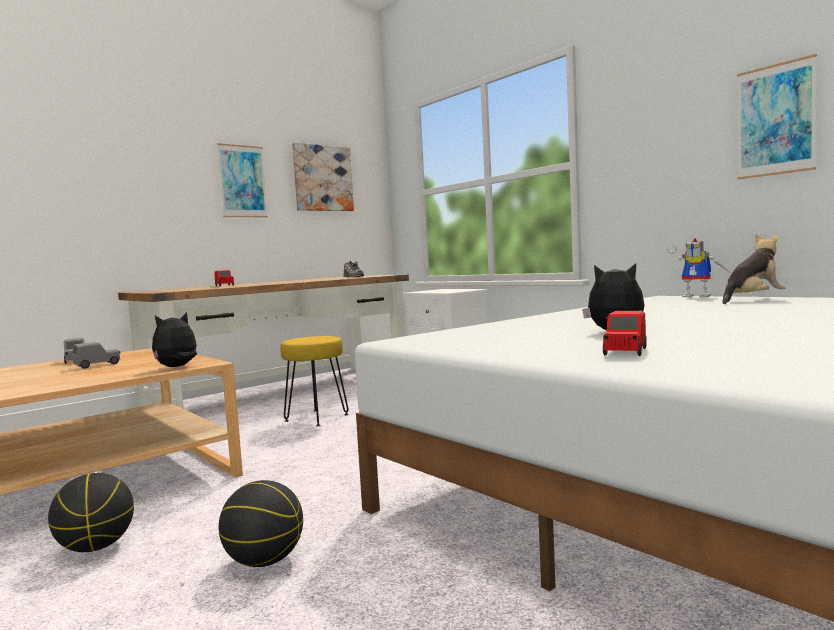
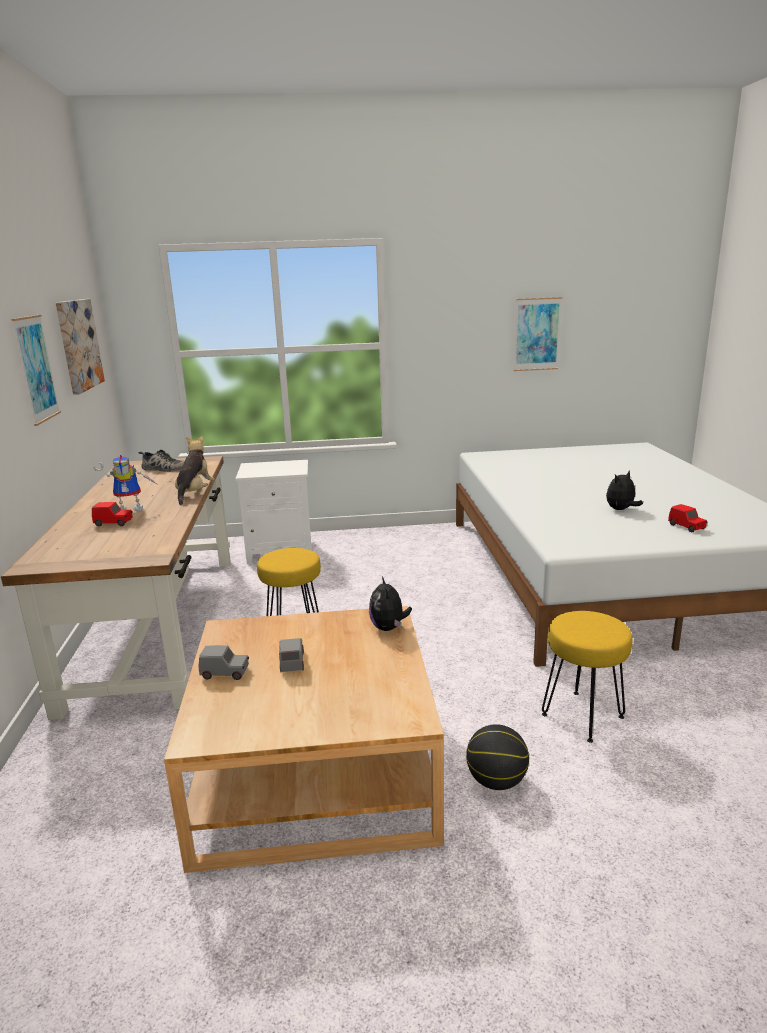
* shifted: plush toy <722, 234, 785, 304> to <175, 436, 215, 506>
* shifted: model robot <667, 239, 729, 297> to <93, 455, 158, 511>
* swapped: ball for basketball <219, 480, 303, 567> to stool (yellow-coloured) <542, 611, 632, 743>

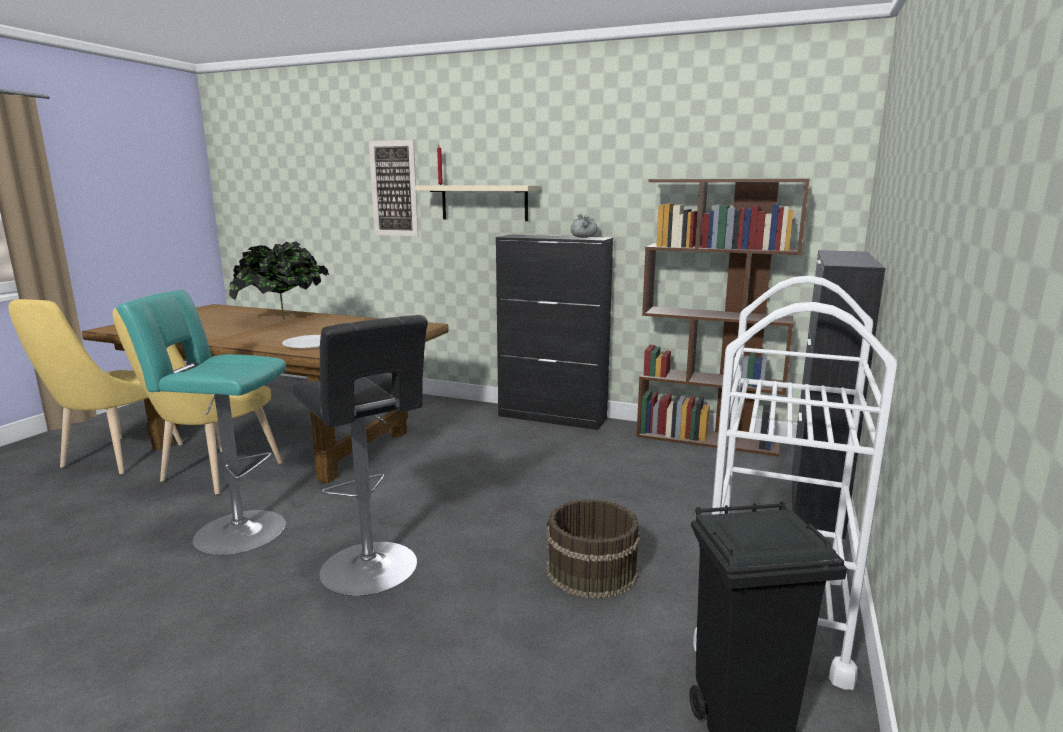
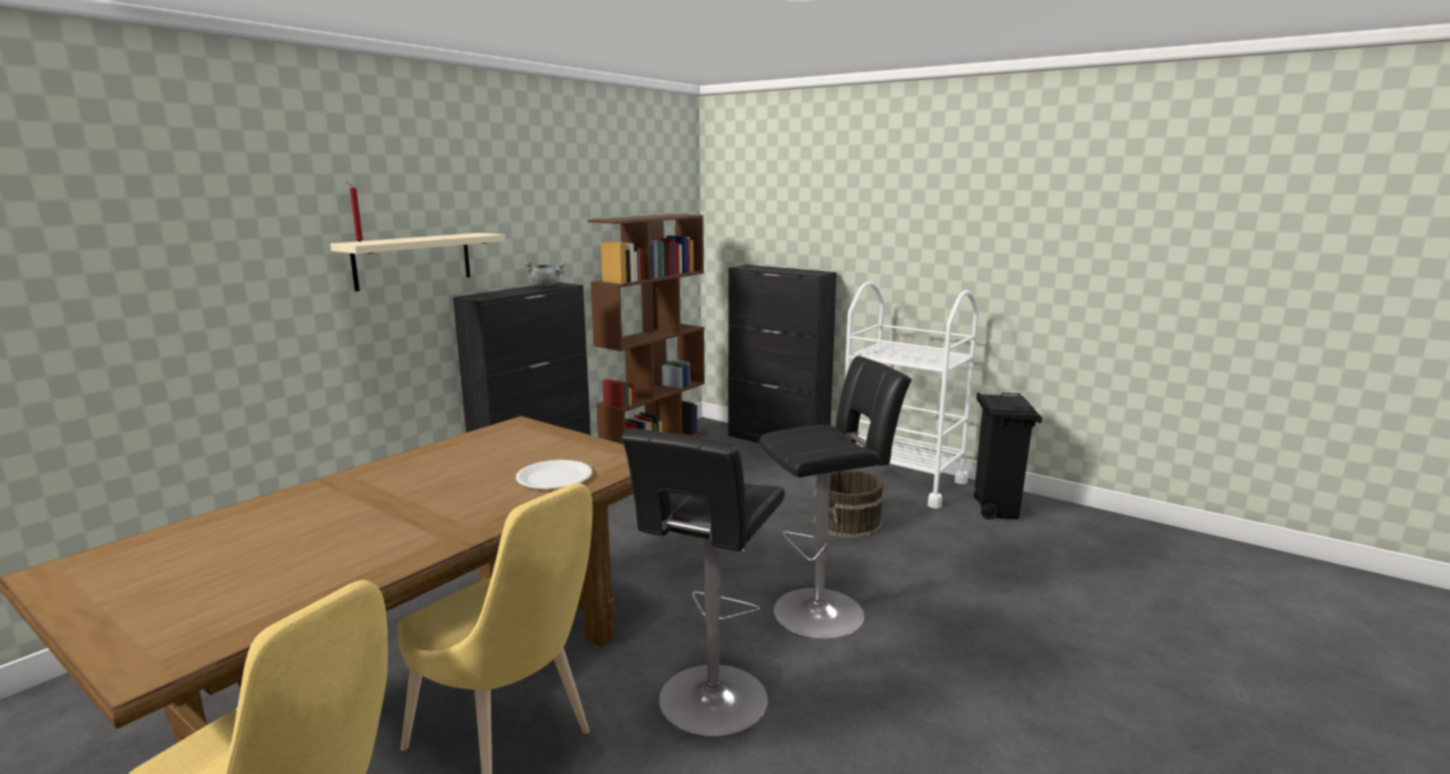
* gone: picture <369, 140, 418, 236>
* gone: houseplant <229, 241, 329, 319>
* repainted: stool (turquoise-coloured) <116, 290, 286, 556> to stool (black-coloured) <622, 429, 785, 737>

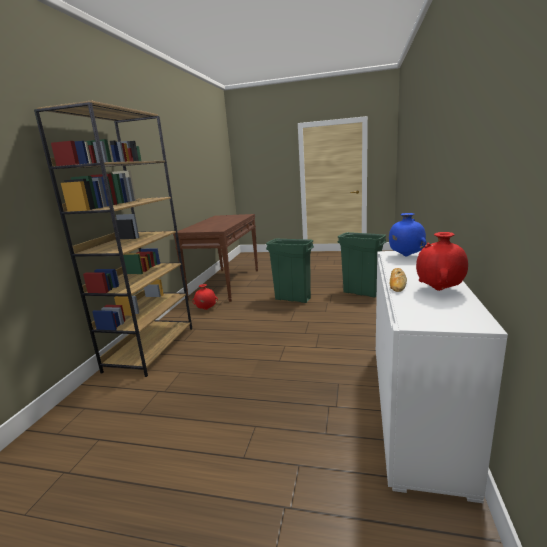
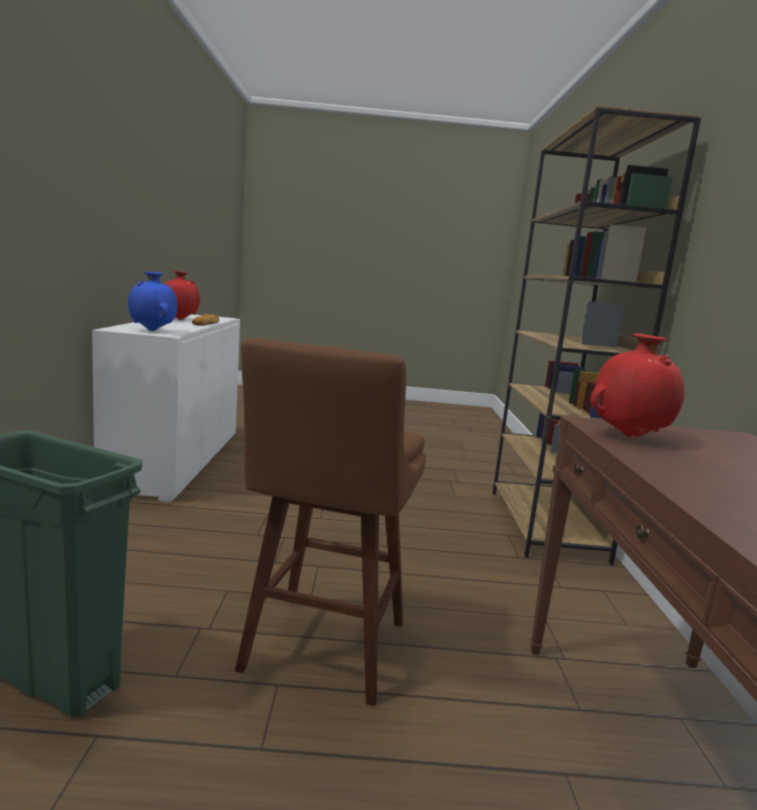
* swapped: trash can (green-coloured) <266, 239, 314, 303> to stool (brown) <235, 338, 426, 706>
* shifted: vase (red) <192, 284, 218, 310> to <590, 333, 685, 438>

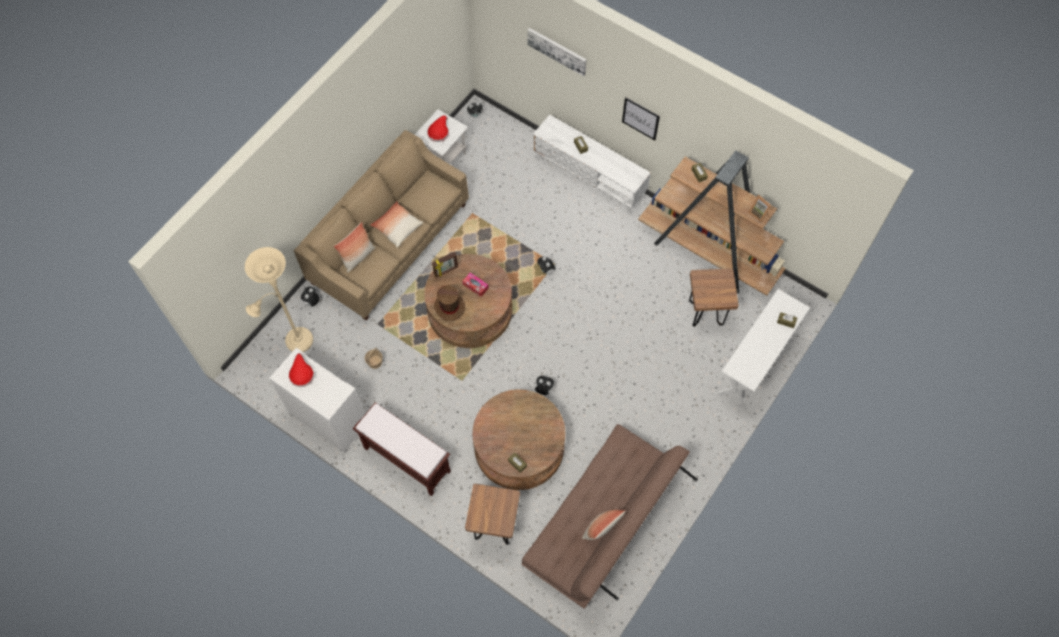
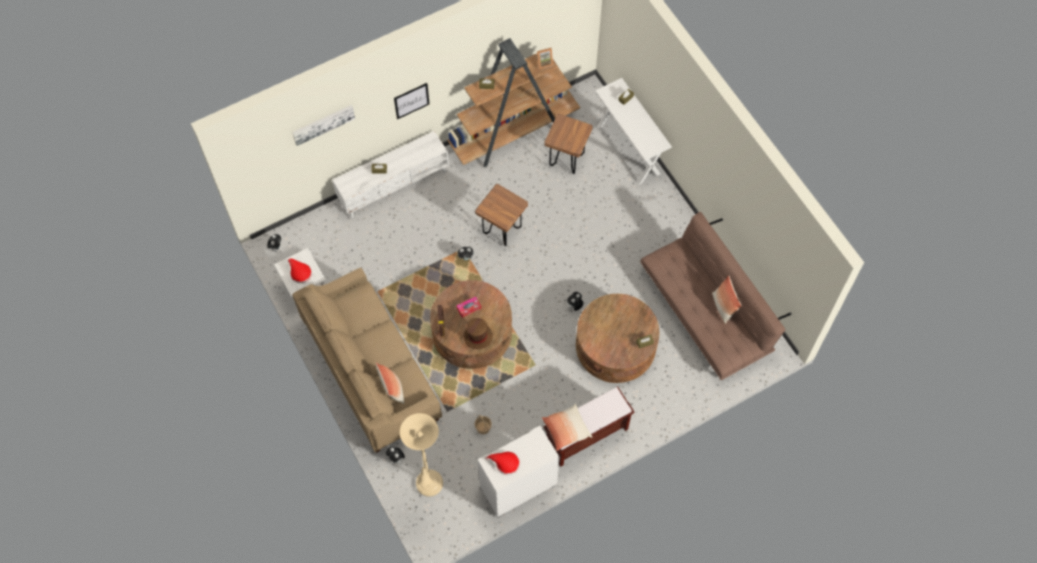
* shifted: throw pillow <370, 201, 423, 248> to <542, 404, 592, 451>
* shifted: stool (brown) <465, 484, 520, 545> to <475, 184, 528, 246>

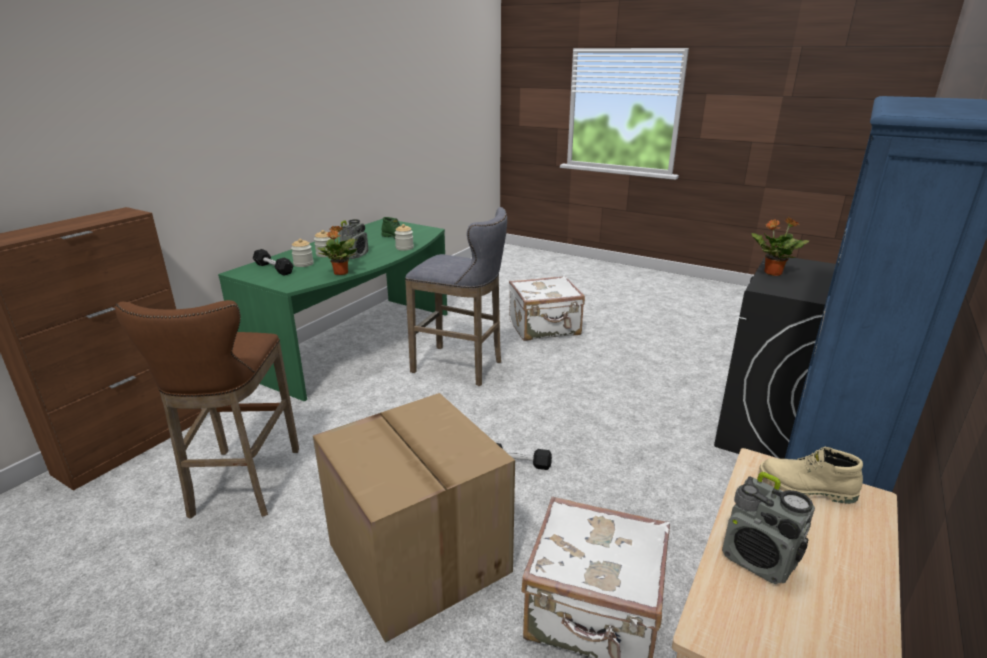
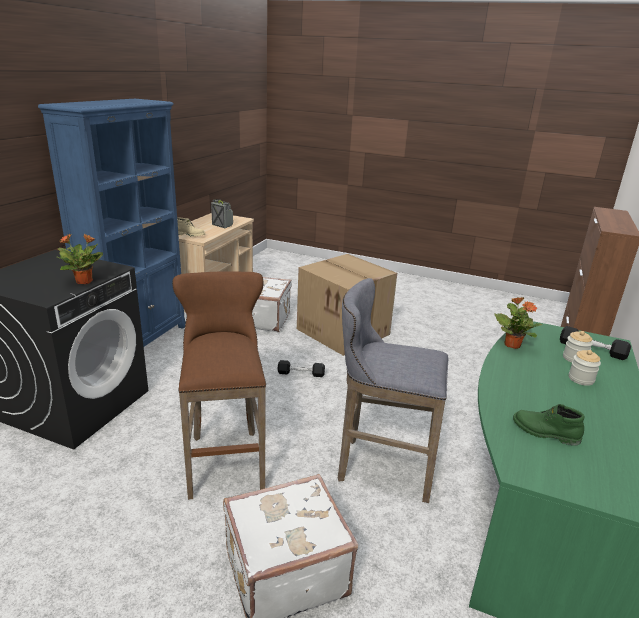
* gone: radio set <339, 219, 369, 259>
* gone: preserve jar <395, 224, 414, 251>
* shifted: stool (brown) <115, 300, 299, 519> to <172, 271, 266, 500>

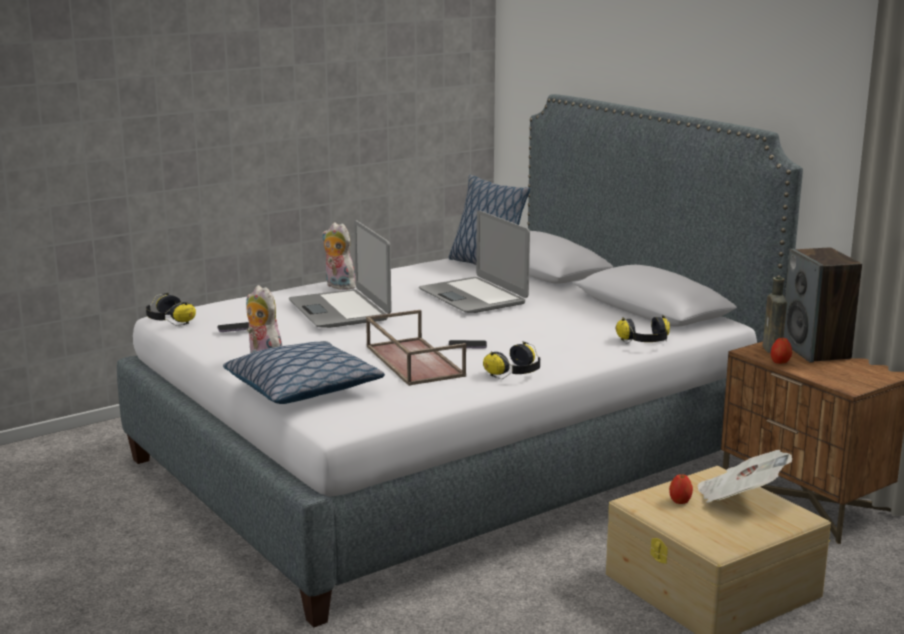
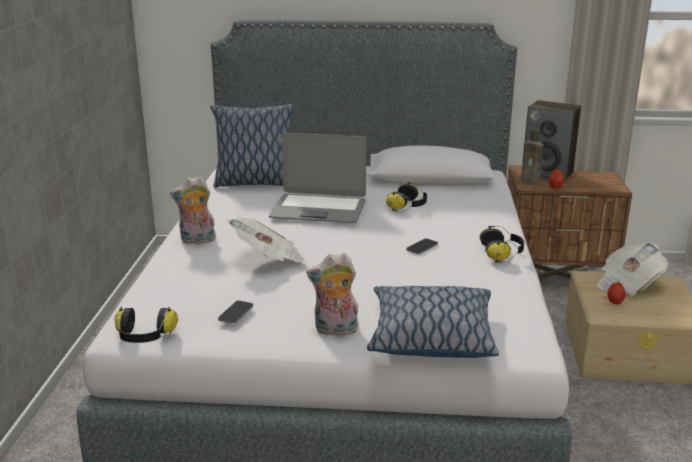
* swapped: laptop <289, 220, 392, 328> to daily paper <227, 218, 307, 263>
* gone: carrying tray (brown) <366, 310, 466, 386>
* shifted: headset <616, 315, 670, 344> to <386, 182, 427, 212>

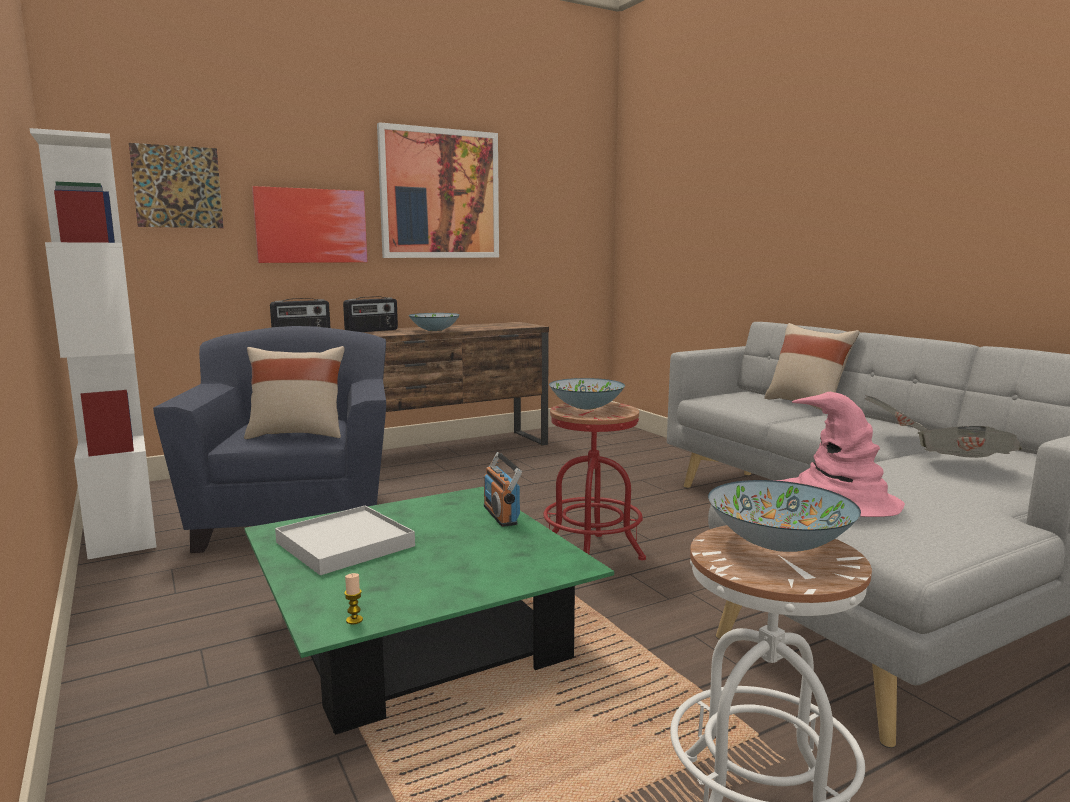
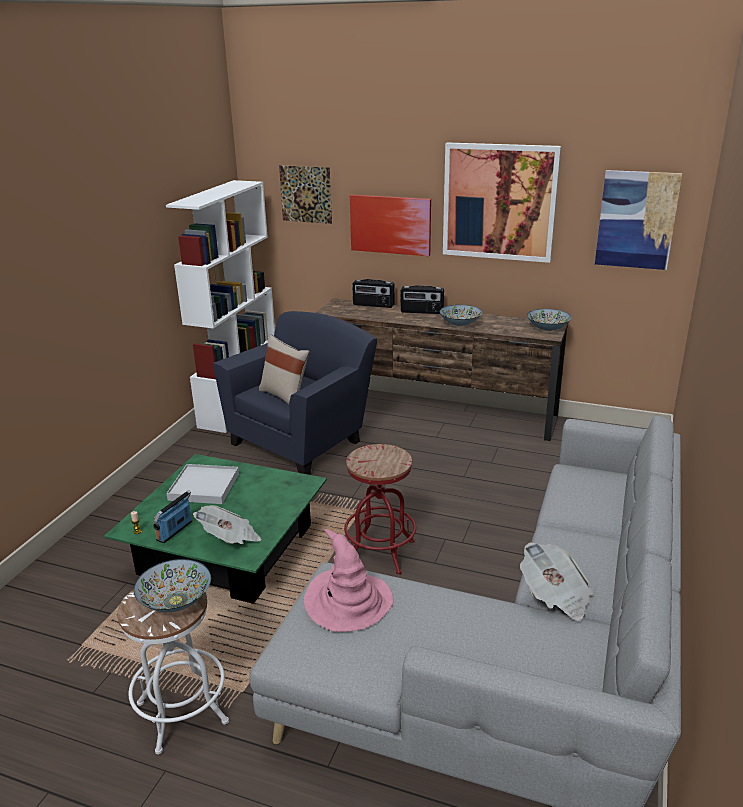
* gone: throw pillow (beige) <764, 323, 860, 410>
* shifted: bowl <549, 378, 625, 409> to <527, 309, 572, 331>
* shifted: daily paper <917, 426, 1022, 458> to <193, 505, 262, 544>
* shifted: radio set <484, 452, 522, 527> to <153, 490, 192, 543>
* new: picture <595, 170, 682, 270>

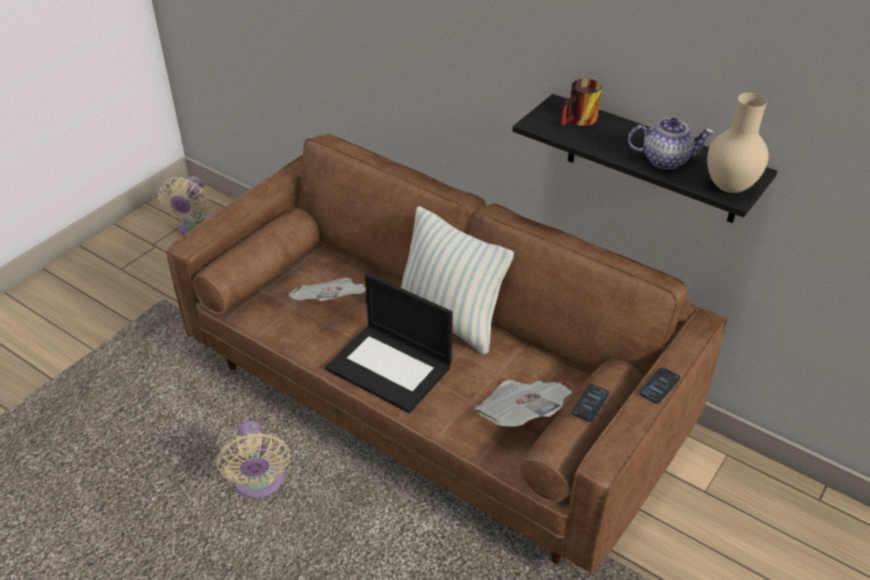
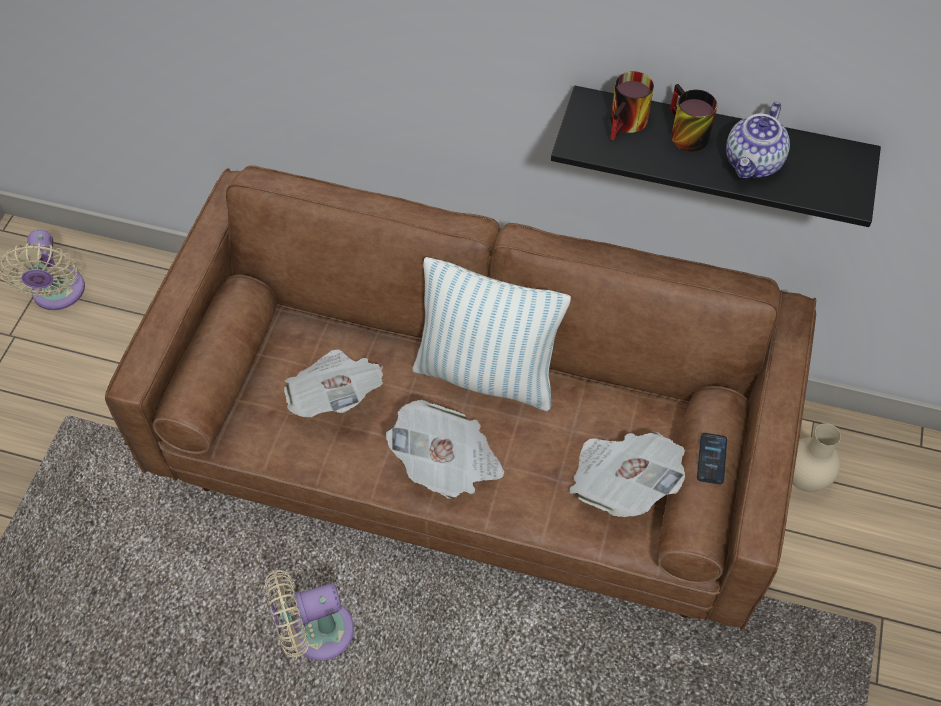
* shifted: vase (beige) <707, 93, 769, 193> to <792, 423, 841, 492>
* rotated: pot for tea <628, 118, 714, 169> = <726, 102, 790, 179> 135 degrees clockwise
* swapped: laptop <325, 273, 453, 413> to daily paper <386, 400, 504, 499>
* gone: telephone <639, 367, 680, 404>
* rotated: fan (beige) <216, 420, 290, 498> = <265, 570, 354, 660> 105 degrees clockwise
* new: tea mug <670, 84, 717, 152>

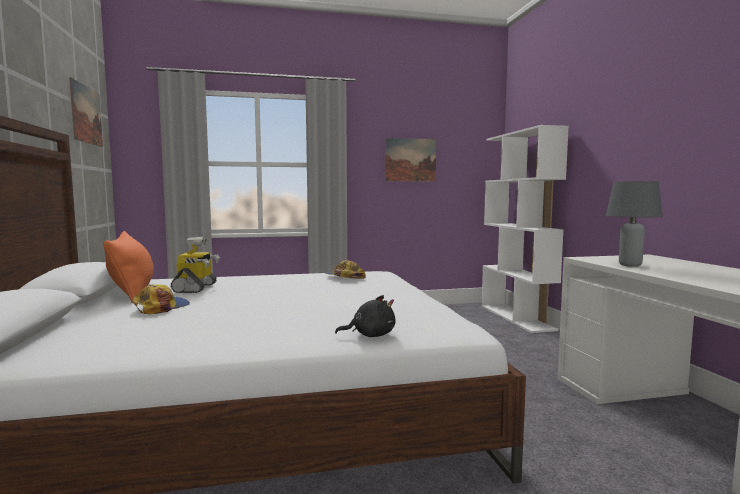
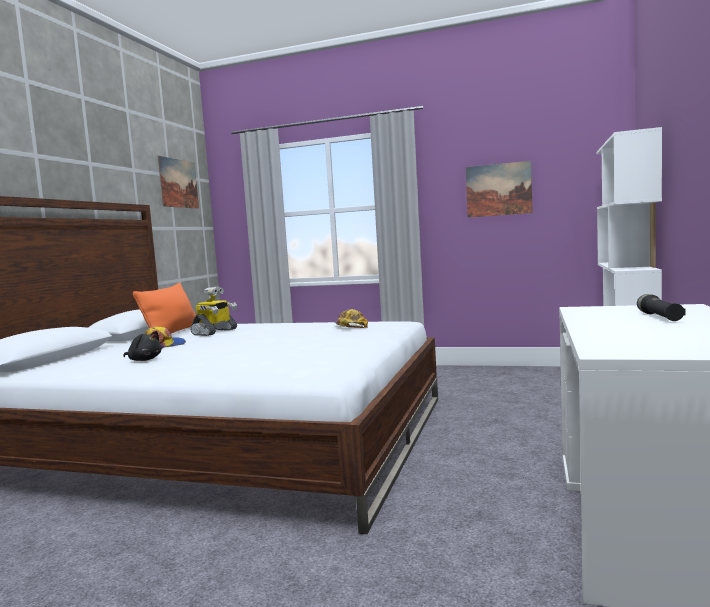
* gone: tabletop lamp (gray) <606, 181, 663, 267>
* shifted: plush toy (black-coloured) <335, 295, 396, 337> to <123, 331, 162, 361>
* new: hand torch (black-coloured) <637, 294, 685, 321>

